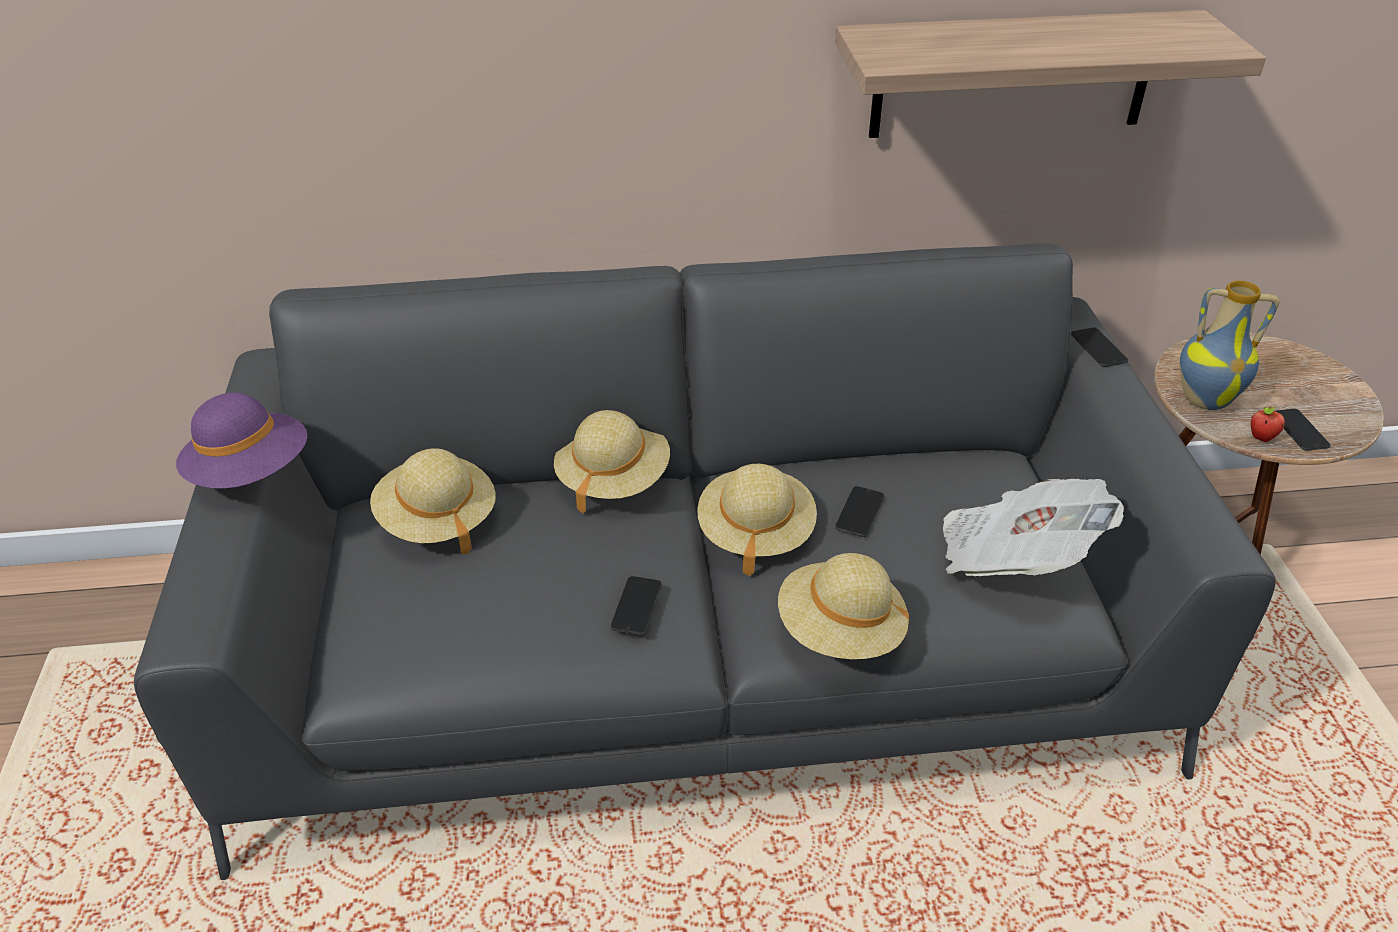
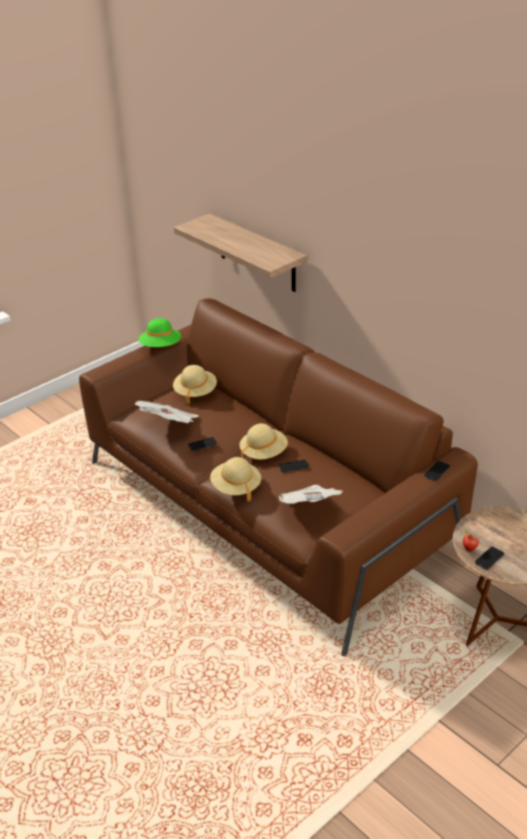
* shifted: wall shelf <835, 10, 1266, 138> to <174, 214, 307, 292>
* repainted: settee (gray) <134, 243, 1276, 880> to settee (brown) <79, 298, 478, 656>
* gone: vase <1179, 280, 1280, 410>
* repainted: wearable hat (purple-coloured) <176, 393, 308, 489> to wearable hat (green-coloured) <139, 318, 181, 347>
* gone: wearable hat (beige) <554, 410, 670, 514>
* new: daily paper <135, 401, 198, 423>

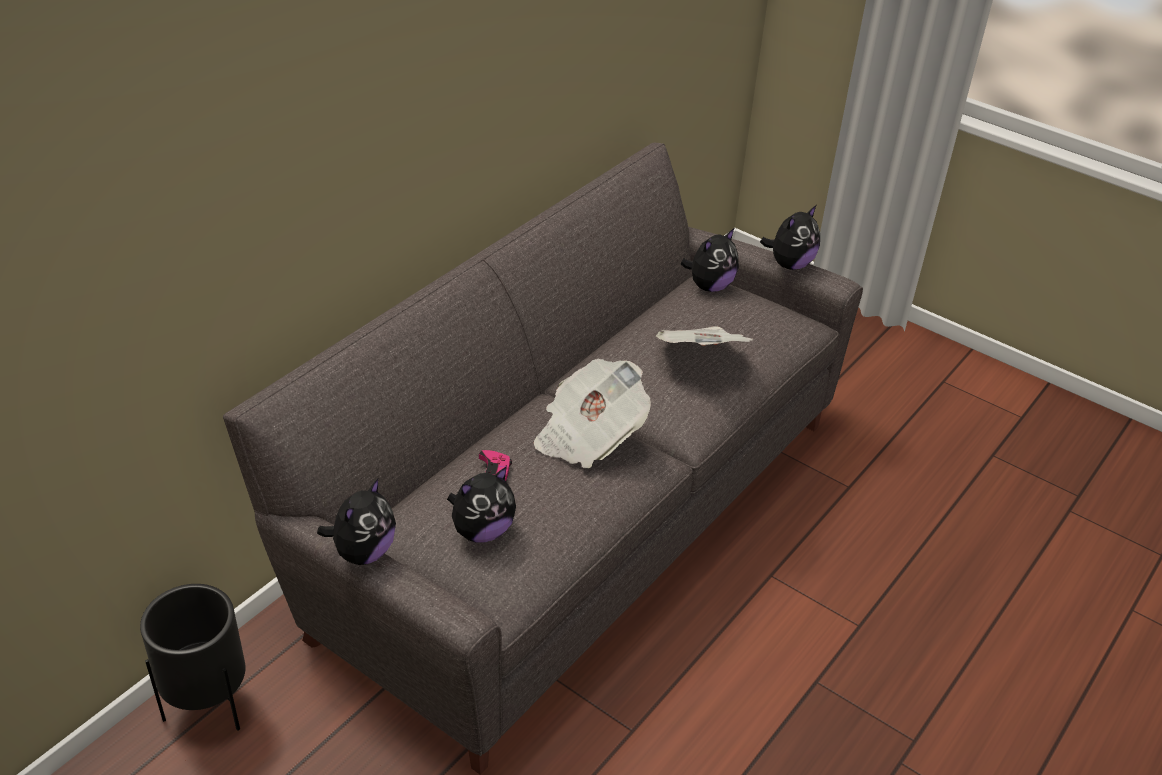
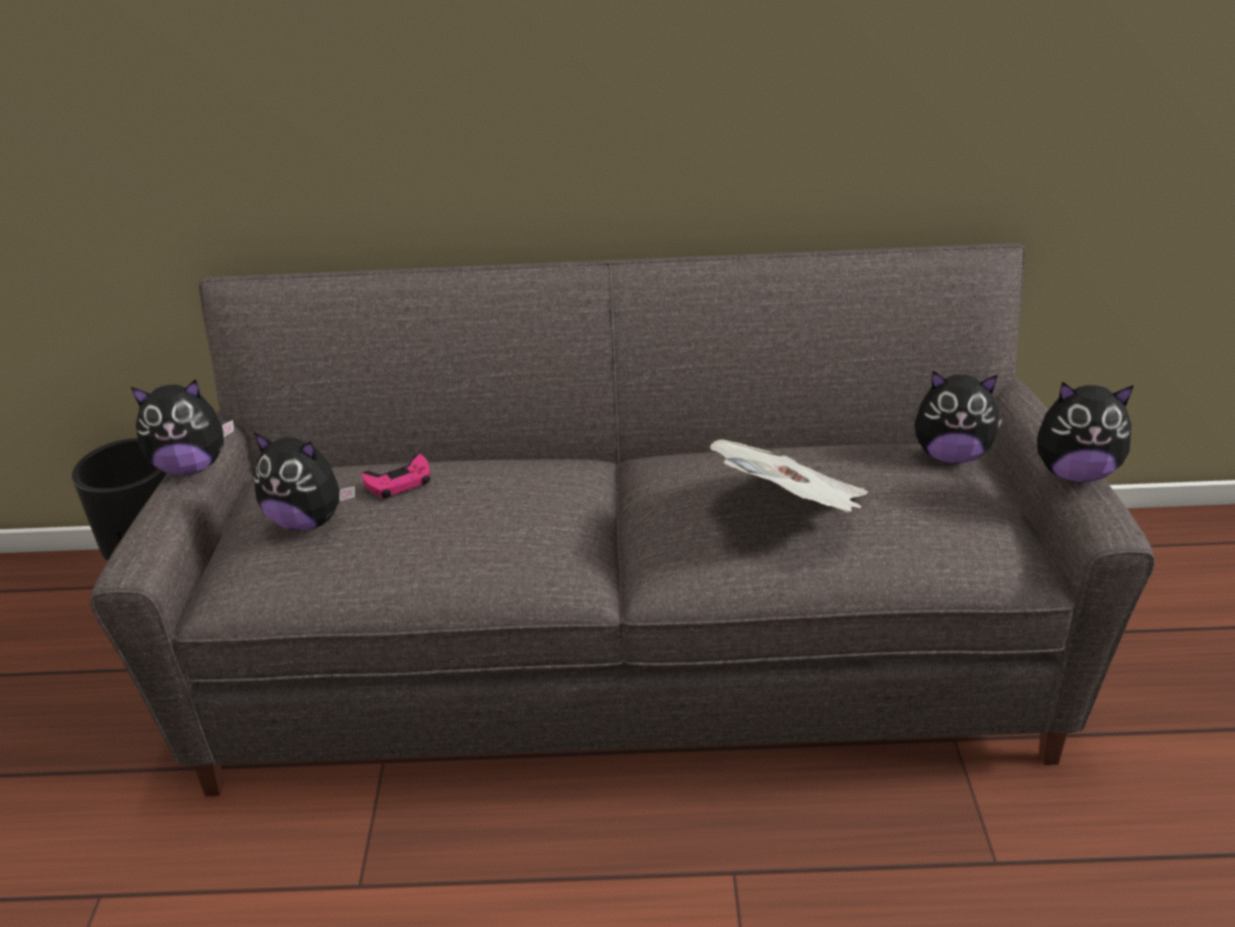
* gone: daily paper <534, 358, 651, 469>

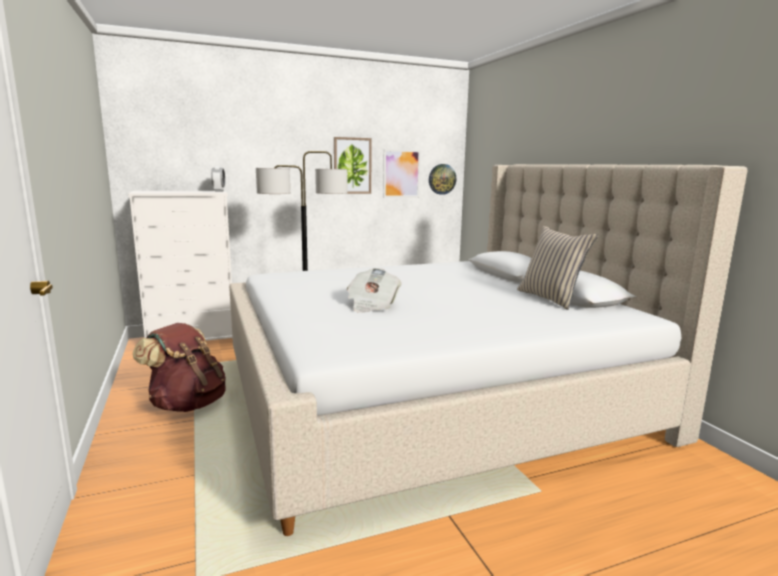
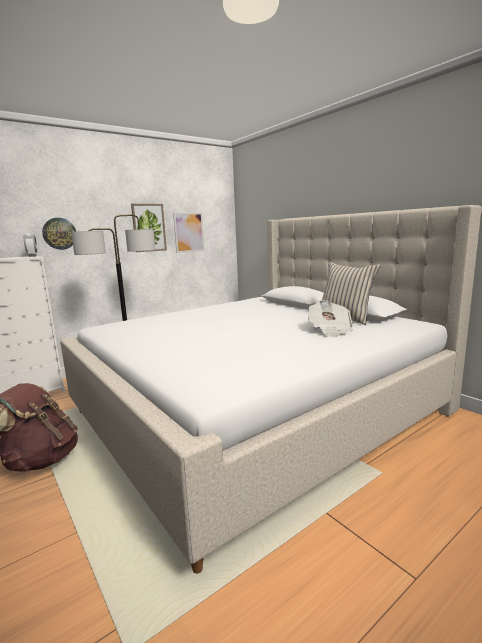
* shifted: hanging clock <429, 164, 456, 195> to <42, 218, 76, 250>
* shifted: daily paper <347, 268, 402, 313> to <308, 300, 353, 337>

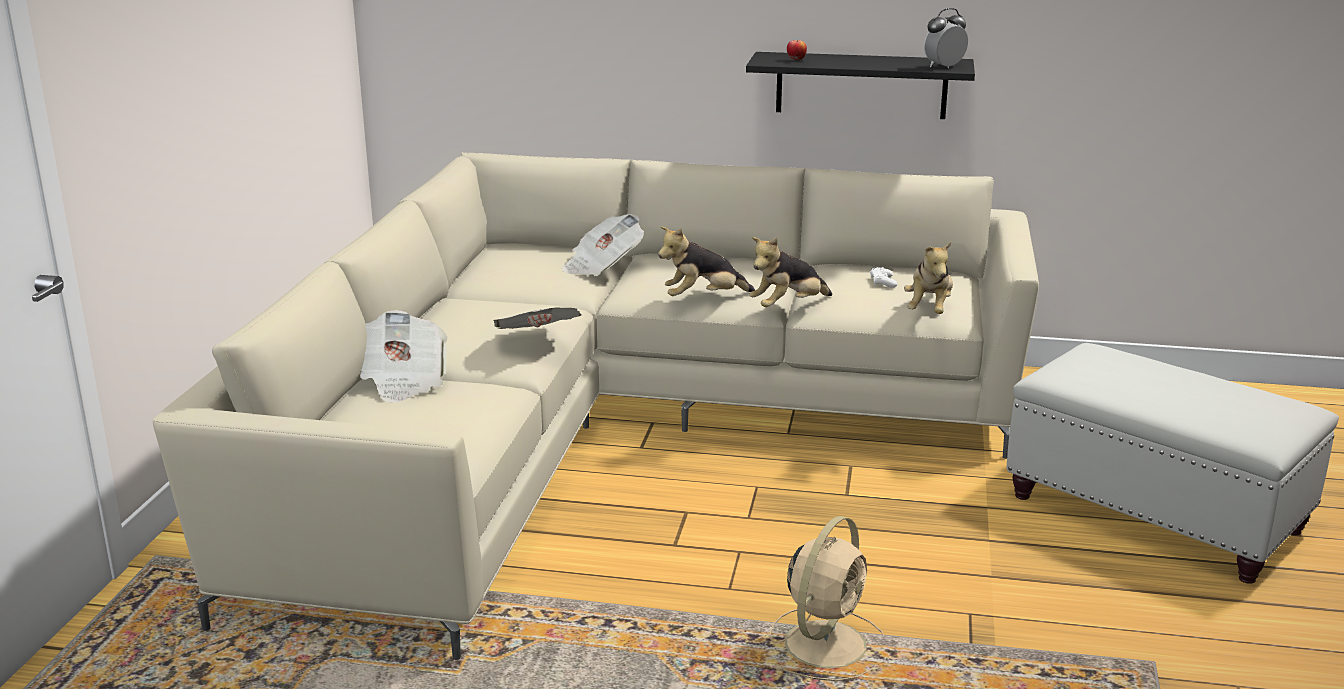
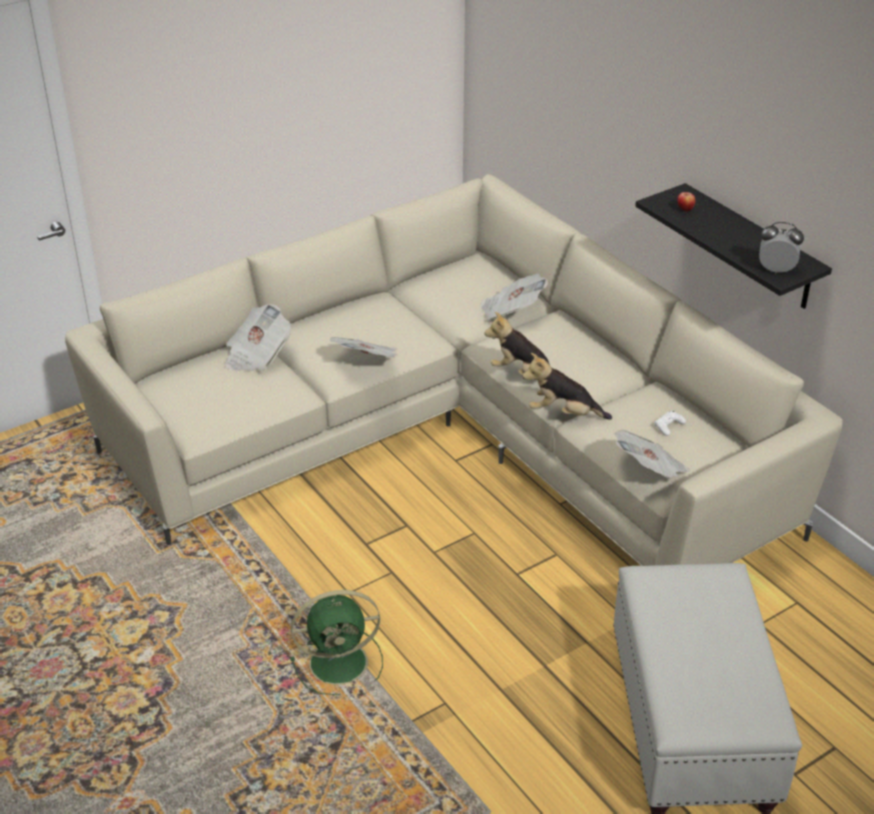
* swapped: plush toy <904, 242, 953, 314> to daily paper <614, 430, 690, 478>
* repainted: fan (beige) <770, 516, 884, 681> to fan (green-coloured) <290, 590, 383, 695>

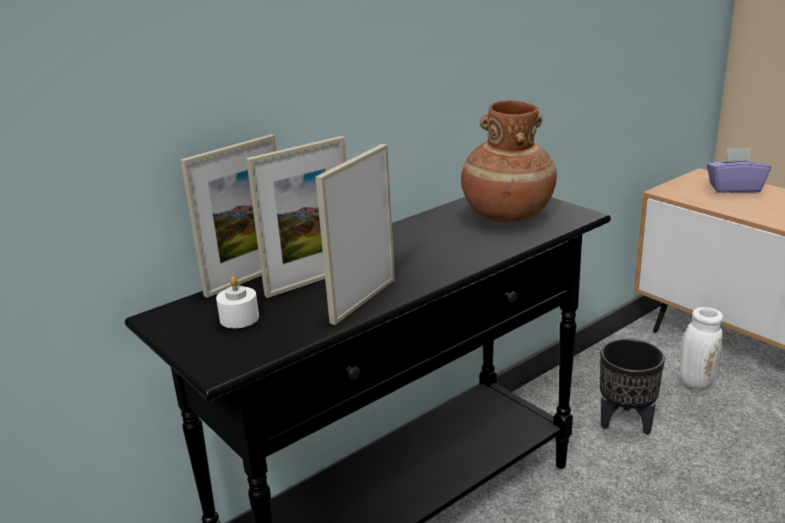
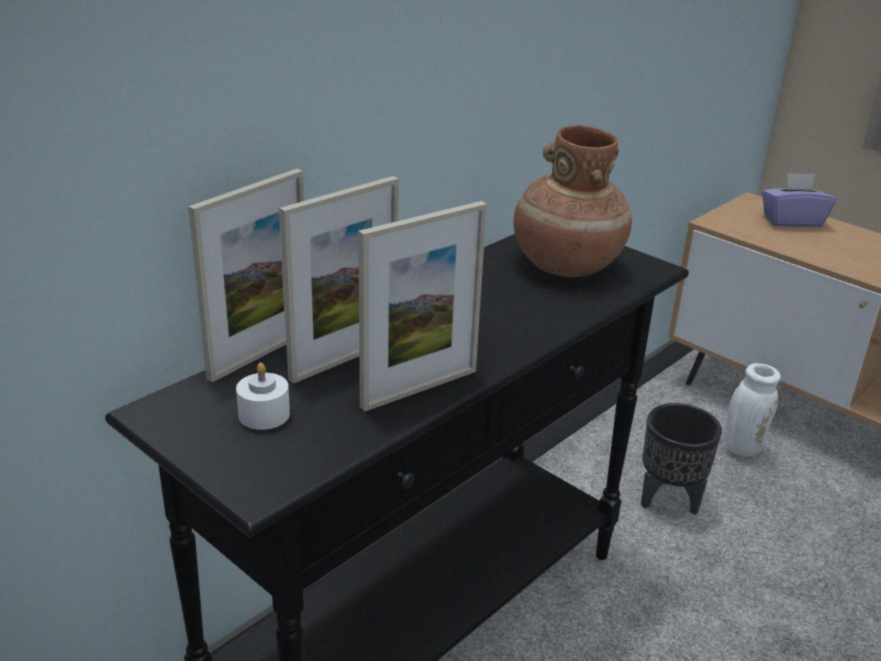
* rotated: picture frame <315, 144, 395, 325> = <358, 201, 487, 412> 150 degrees counterclockwise

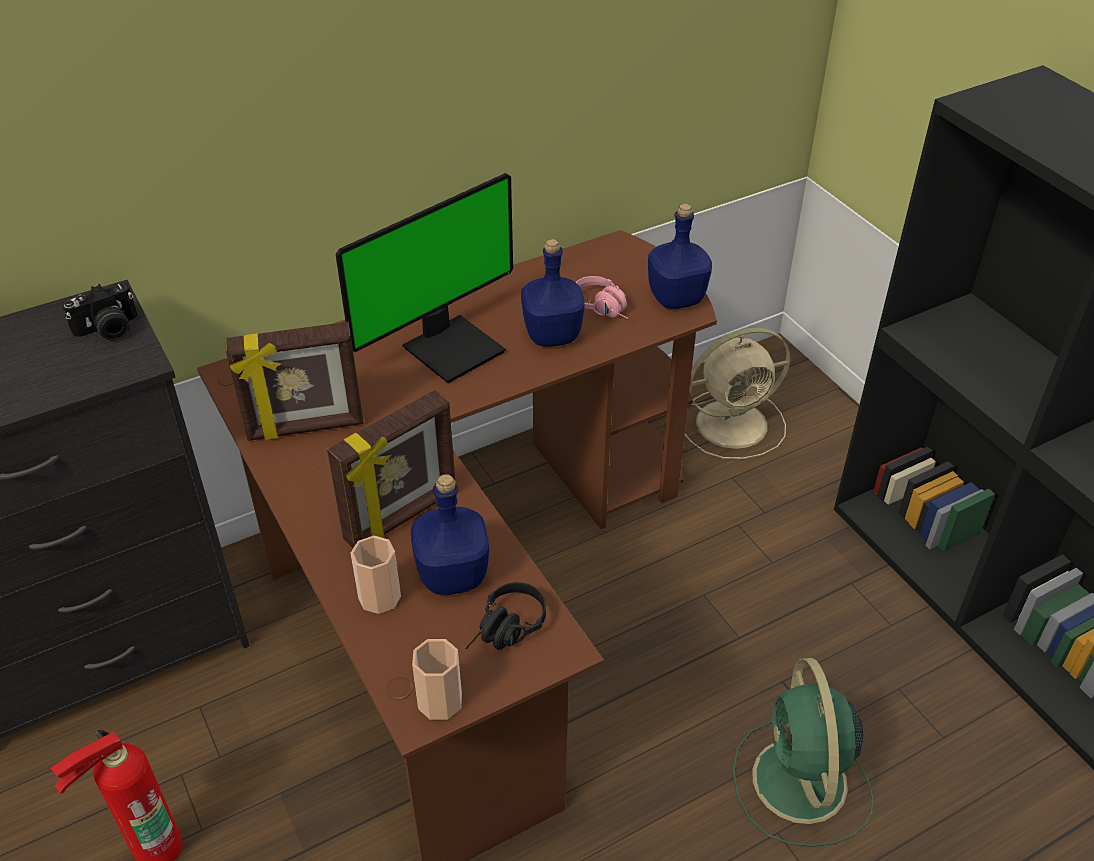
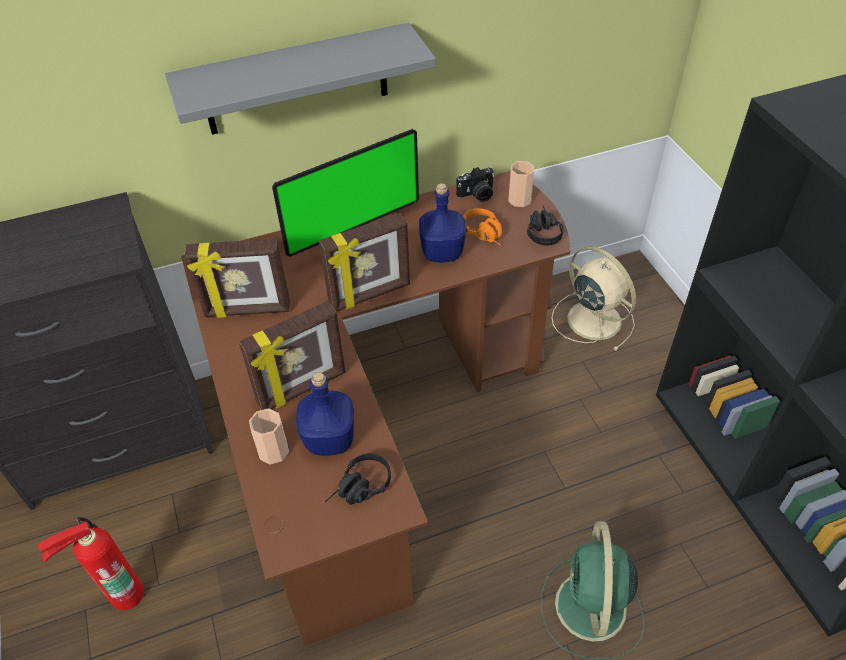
* swapped: bottle (bluish) <648, 204, 712, 309> to headset (black-coloured) <527, 206, 563, 245>
* repainted: headset (pink) <575, 276, 628, 319> to headset (orangey) <463, 208, 502, 246>
* shifted: still camera <63, 284, 138, 341> to <456, 167, 495, 202>
* rotated: fan (beige) <685, 327, 790, 459> = <552, 246, 636, 351> 120 degrees counterclockwise
* shifted: small cup <412, 639, 462, 720> to <508, 161, 534, 207>
* new: wall shelf (gray) <165, 23, 436, 135>
* new: picture frame <319, 213, 410, 312>

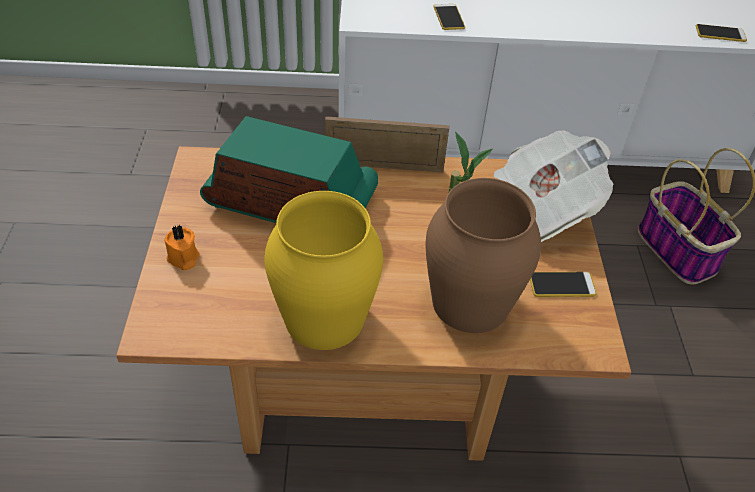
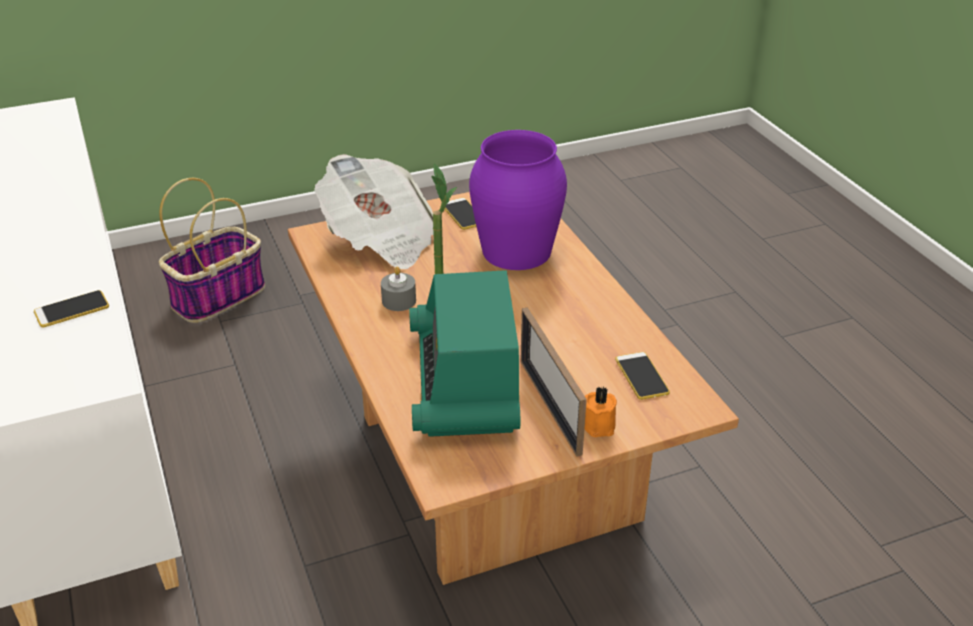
* shifted: telephone <696, 24, 747, 42> to <615, 352, 670, 400>
* shifted: picture frame <325, 116, 449, 172> to <520, 307, 587, 457>
* repainted: vase (brown) <425, 178, 541, 333> to vase (purple-coloured) <469, 130, 567, 270>
* gone: vase (yellow-coloured) <264, 191, 383, 350>
* new: candle (gray) <381, 266, 416, 311>

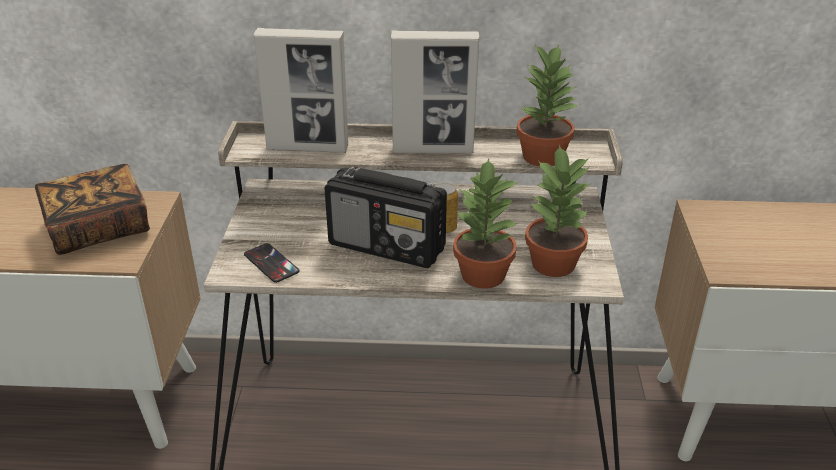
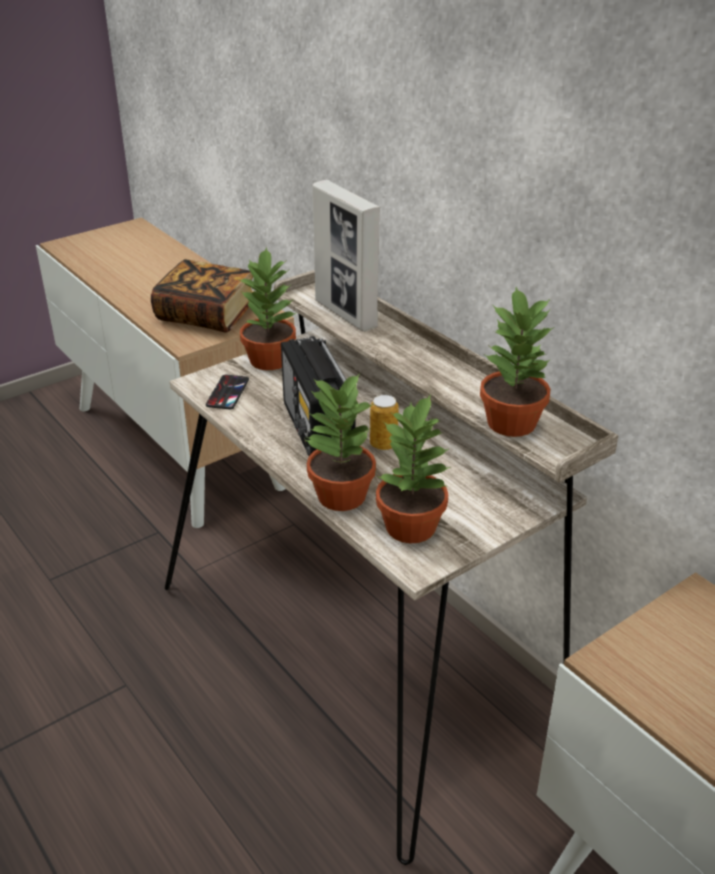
* gone: picture frame <391, 30, 479, 154>
* new: houseplant <238, 247, 296, 370>

